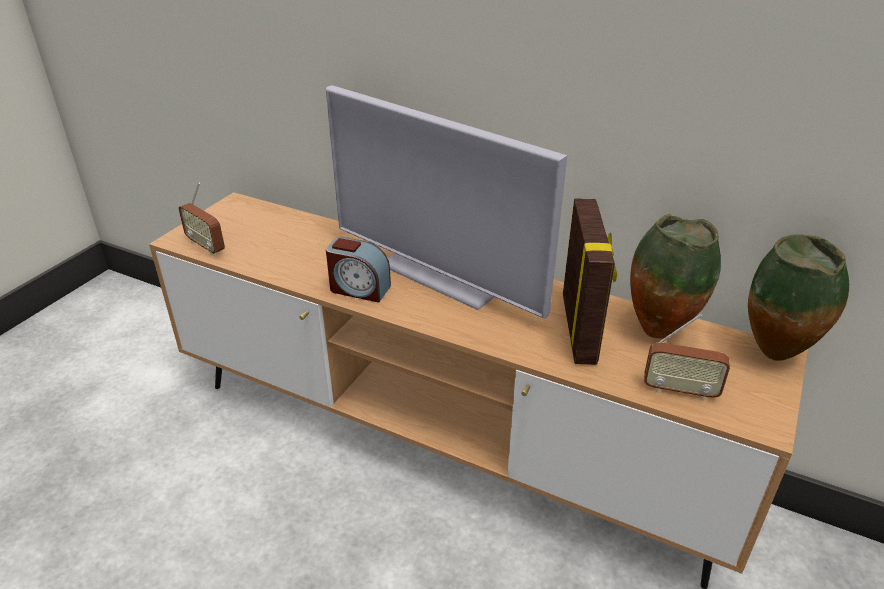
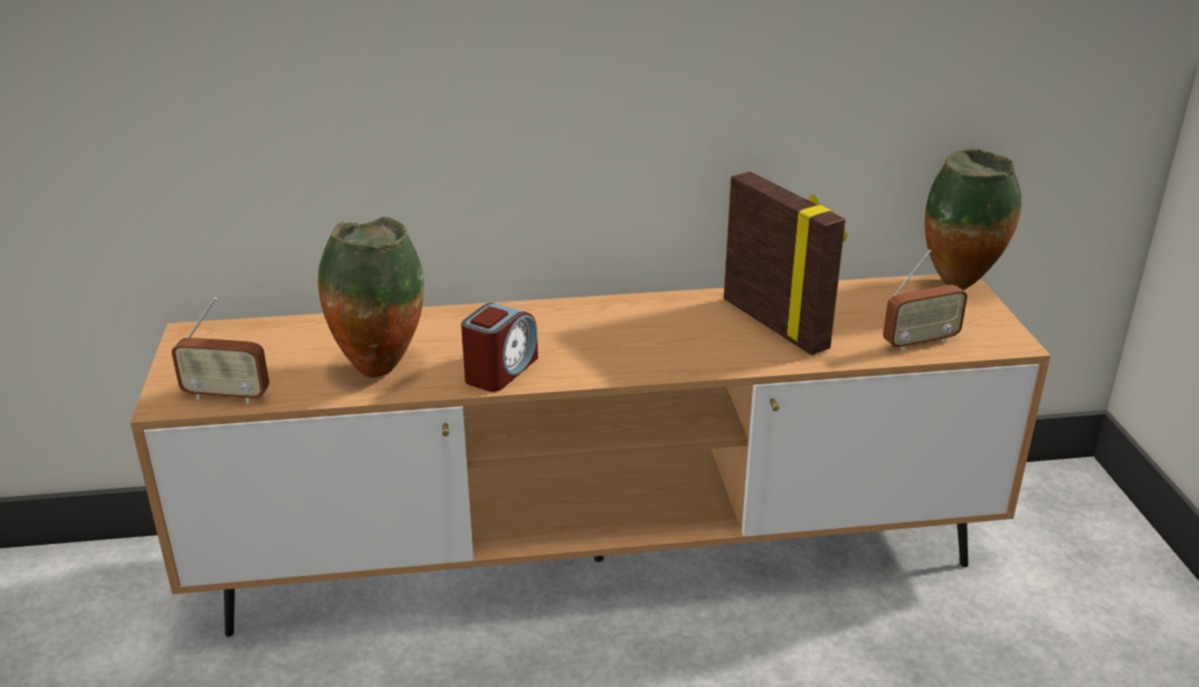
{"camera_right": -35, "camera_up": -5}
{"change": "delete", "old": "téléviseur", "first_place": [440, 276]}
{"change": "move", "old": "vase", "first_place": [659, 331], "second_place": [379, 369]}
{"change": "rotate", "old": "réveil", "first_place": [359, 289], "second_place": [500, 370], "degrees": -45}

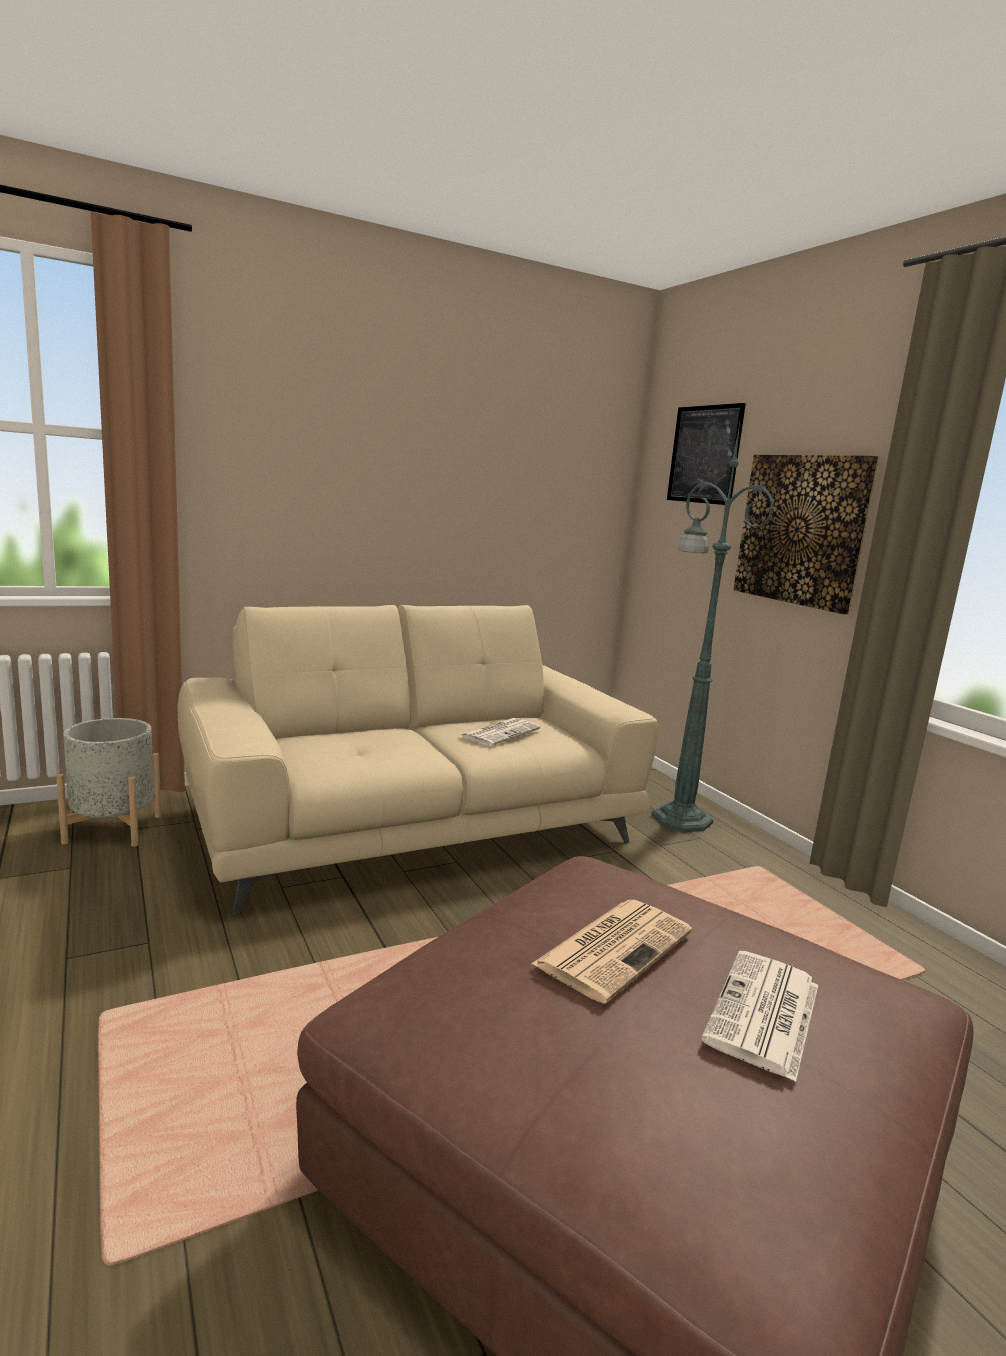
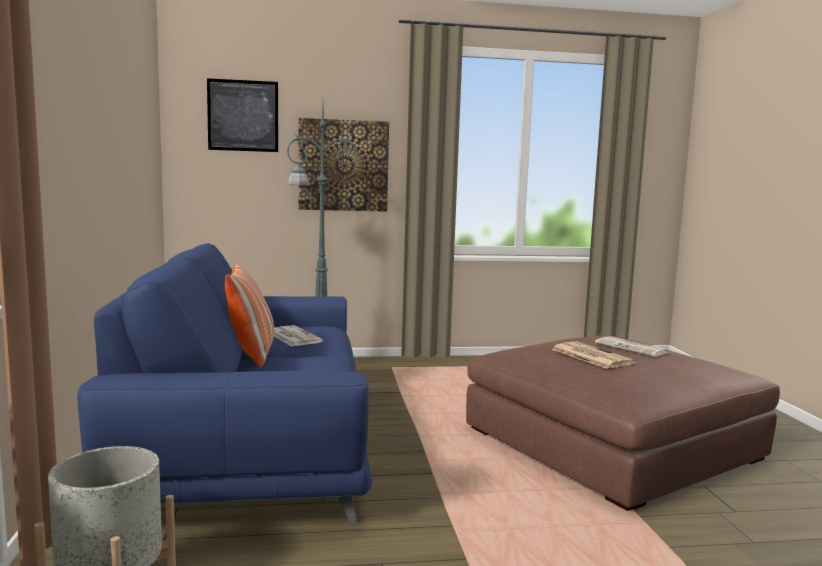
{"camera_right": -70, "camera_up": -5}
{"change": "recolor", "old": "canapé [beige]", "new": "canapé [bleu]", "first_place": [414, 824], "second_place": [252, 441]}
{"change": "insert", "new": "coussin", "second_place": [251, 355]}

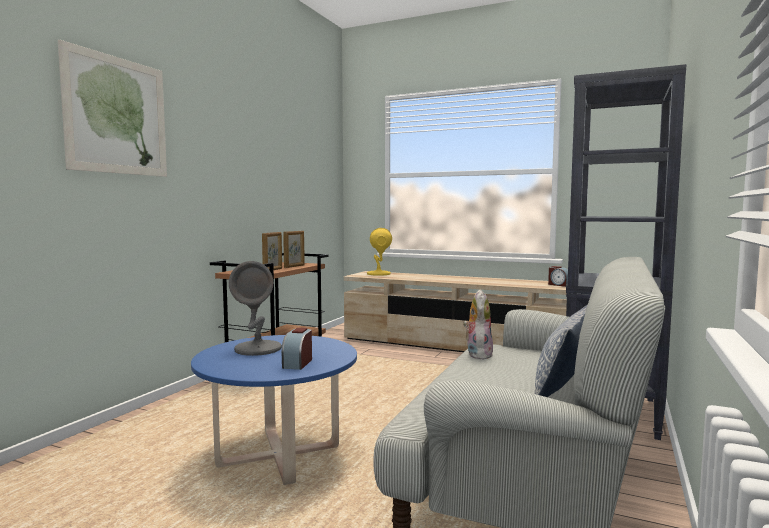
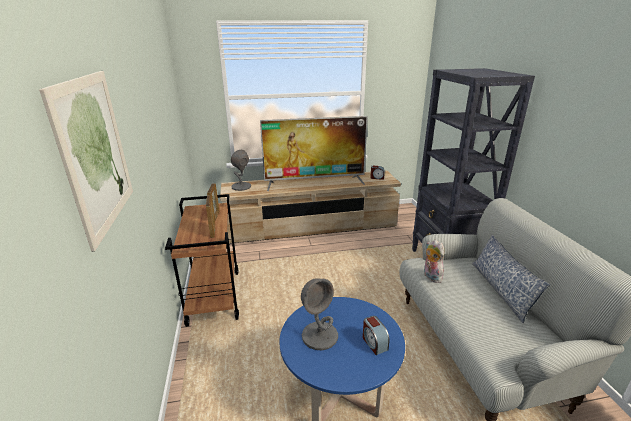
{"camera_right": -35, "camera_up": 20}
{"change": "recolor", "old": "lampe de table [jaune]", "new": "lampe de table [gris]", "first_place": [378, 274], "second_place": [241, 187]}
{"change": "insert", "new": "téléviseur", "second_place": [315, 183]}

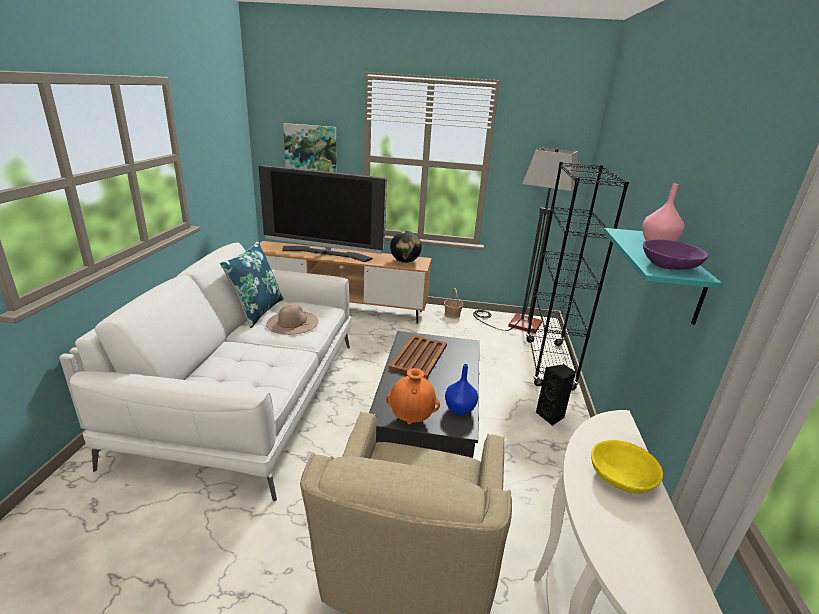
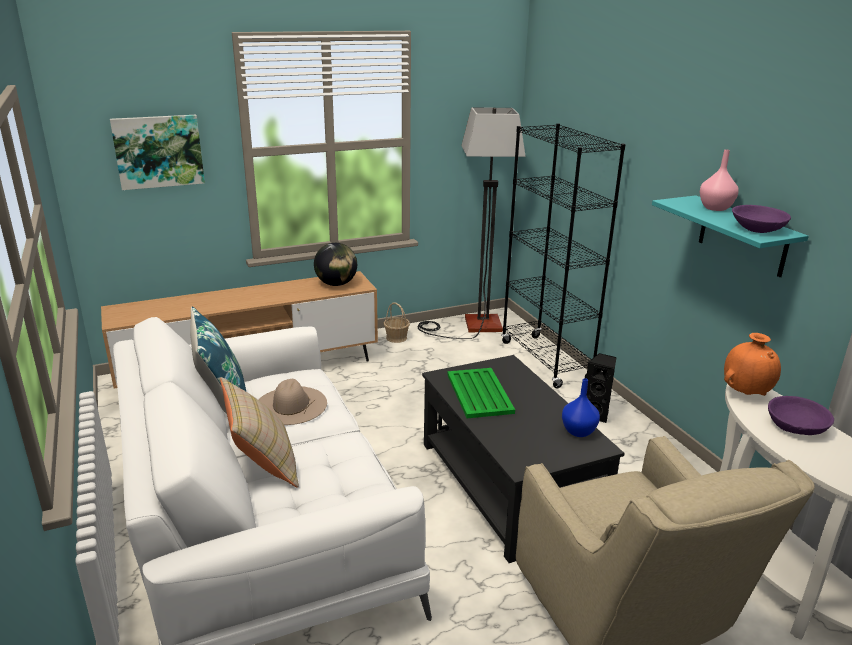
{"camera_right": -30, "camera_up": 0}
{"change": "delete", "old": "téléviseur", "first_place": [326, 253]}
{"change": "recolor", "old": "plateau [marron]", "new": "plateau [vert]", "first_place": [419, 356], "second_place": [479, 393]}
{"change": "move", "old": "vase [orange]", "first_place": [411, 419], "second_place": [746, 393]}
{"change": "recolor", "old": "bol [jaune]", "new": "bol [violet]", "first_place": [621, 477], "second_place": [796, 426]}
{"change": "insert", "new": "coussin [beige]", "second_place": [263, 465]}

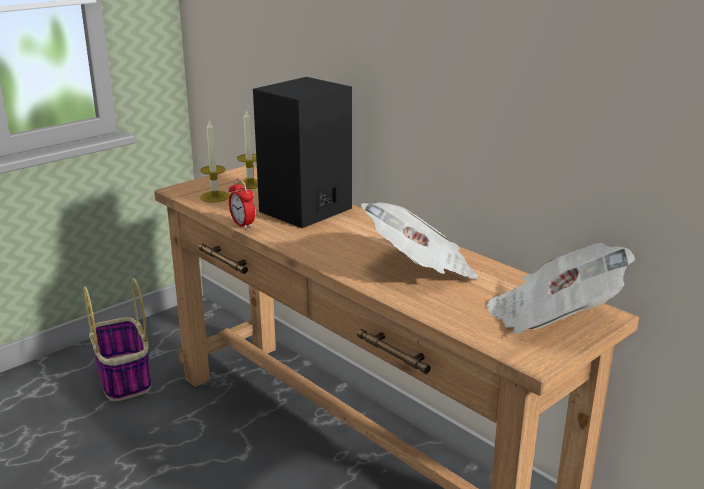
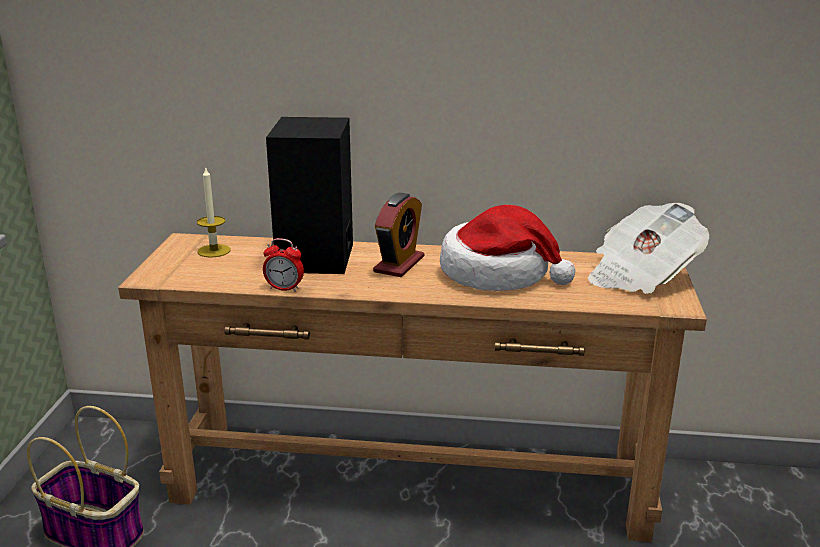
{"camera_right": -40, "camera_up": 0}
{"change": "delete", "old": "bougie", "first_place": [215, 197]}
{"change": "replace", "old": "journal", "new": "chapeau", "first_place": [420, 268], "second_place": [498, 273]}
{"change": "insert", "new": "réveil", "second_place": [399, 264]}

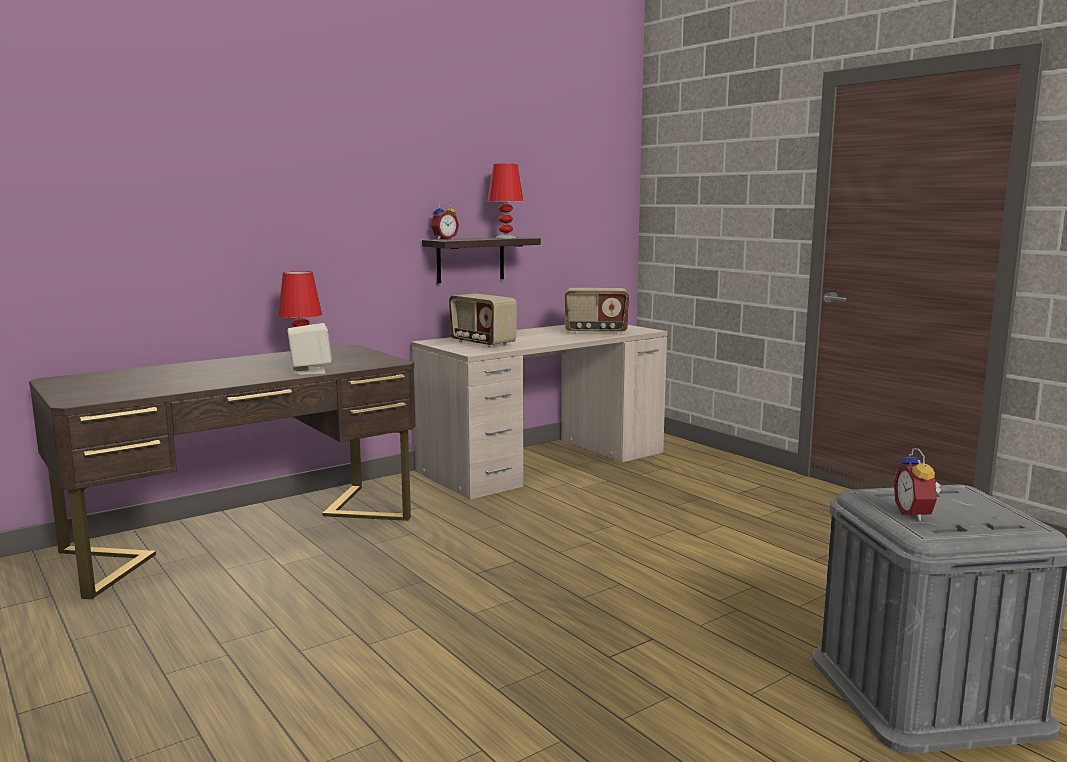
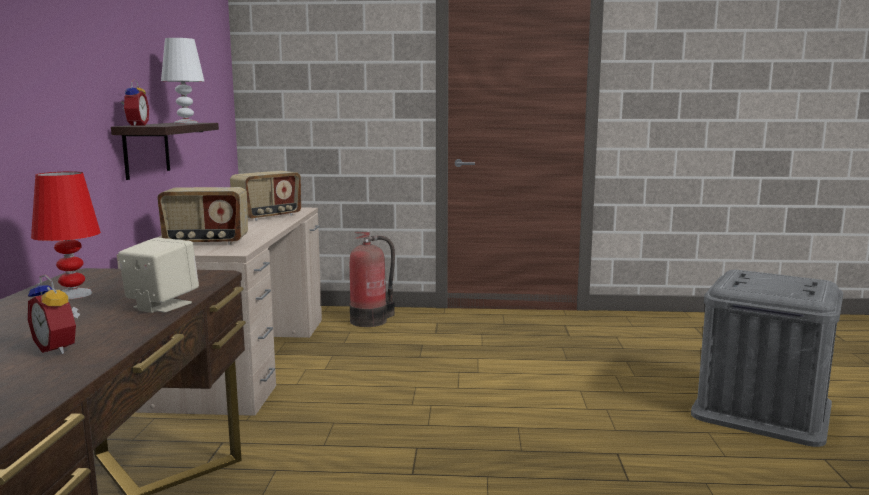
{"camera_right": -50, "camera_up": 0}
{"change": "recolor", "old": "lampe de table [rouge]", "new": "lampe de table [blanc]", "first_place": [505, 238], "second_place": [186, 123]}
{"change": "move", "old": "réveil", "first_place": [916, 514], "second_place": [59, 348]}
{"change": "insert", "new": "extincteur", "second_place": [371, 320]}

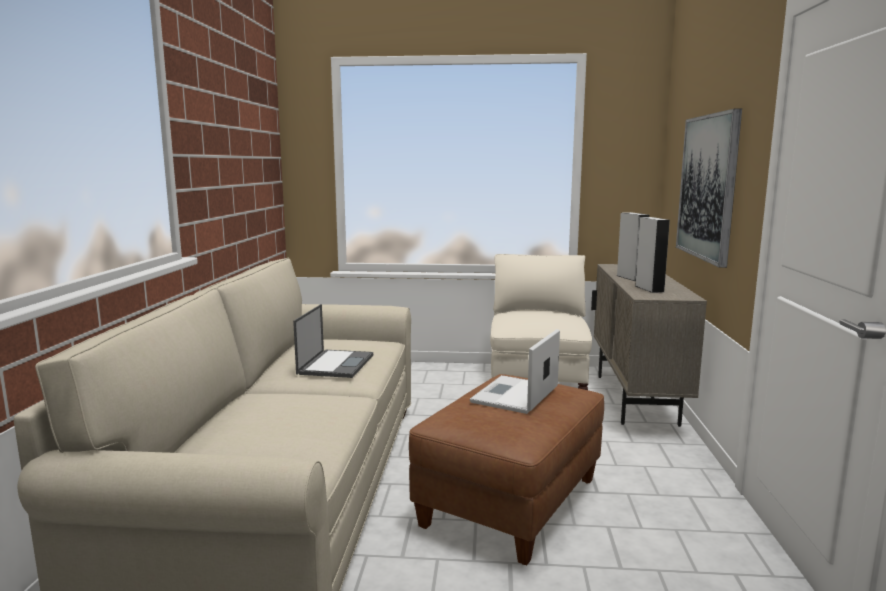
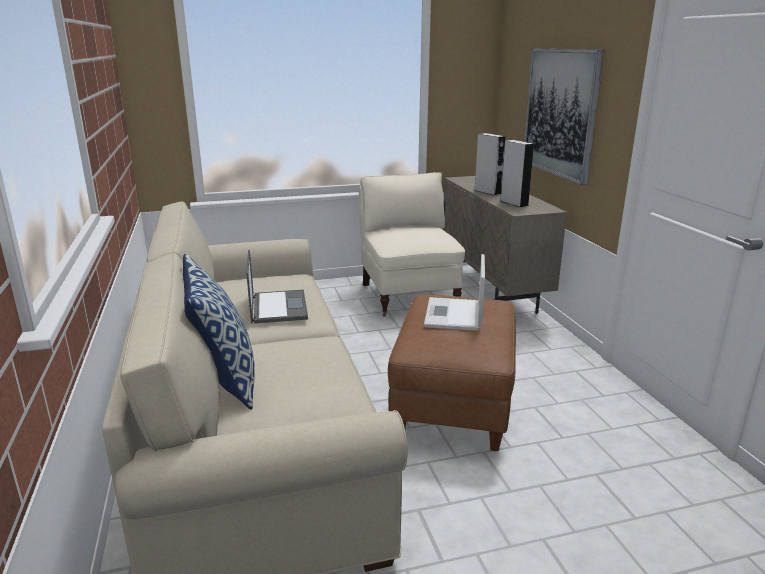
{"camera_right": -20, "camera_up": 10}
{"change": "insert", "new": "coussin", "second_place": [223, 380]}

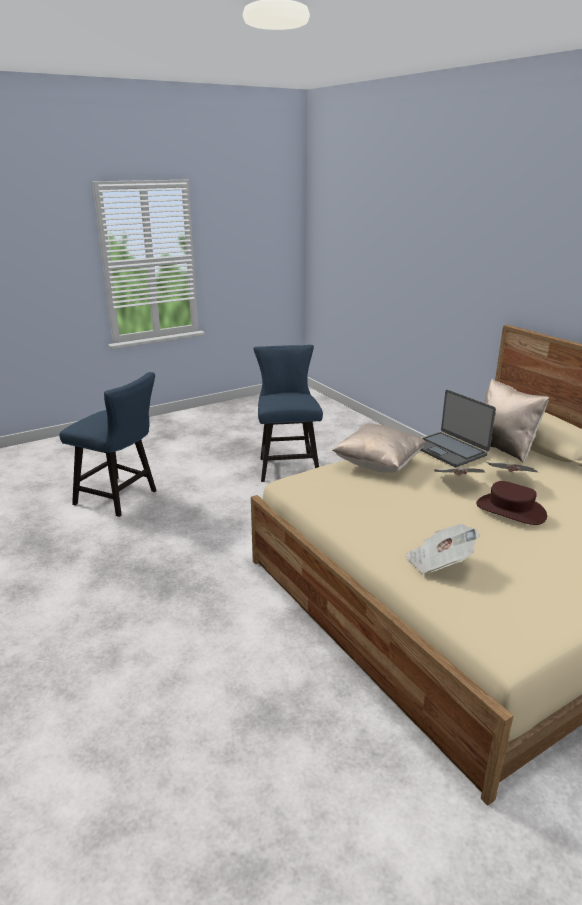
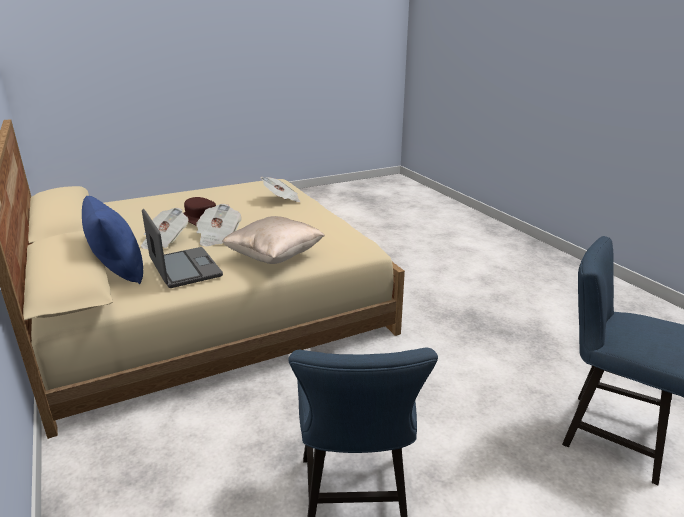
{"camera_right": -175, "camera_up": 0}
{"change": "recolor", "old": "coussin [beige]", "new": "coussin [bleu]", "first_place": [503, 447], "second_place": [118, 271]}

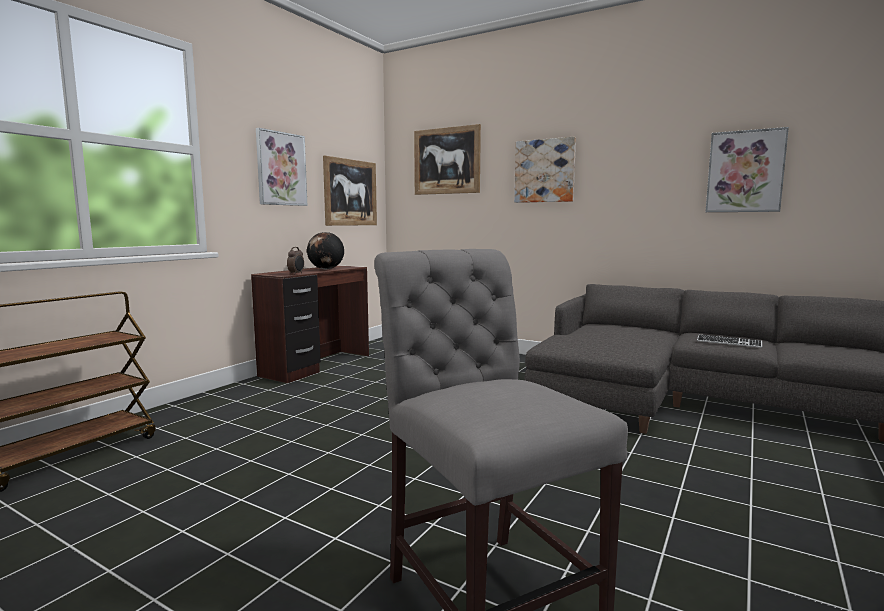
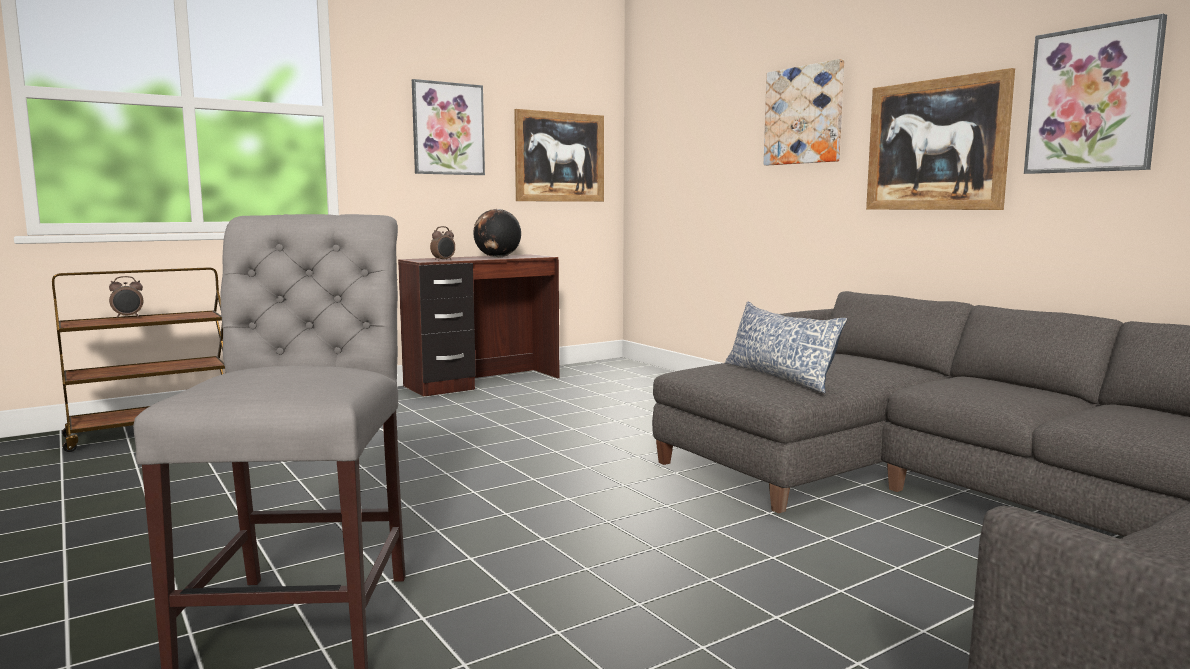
{"camera_right": 25, "camera_up": 0}
{"change": "move", "old": "tableau", "first_place": [446, 161], "second_place": [935, 145]}
{"change": "delete", "old": "clavier", "first_place": [728, 342]}
{"change": "insert", "new": "réveil", "second_place": [128, 317]}
{"change": "insert", "new": "coussin", "second_place": [779, 376]}

